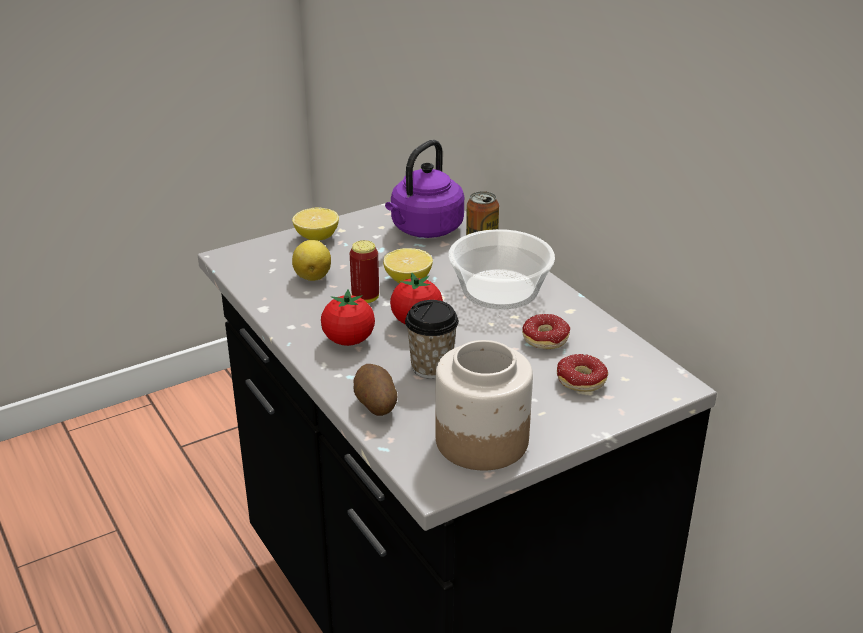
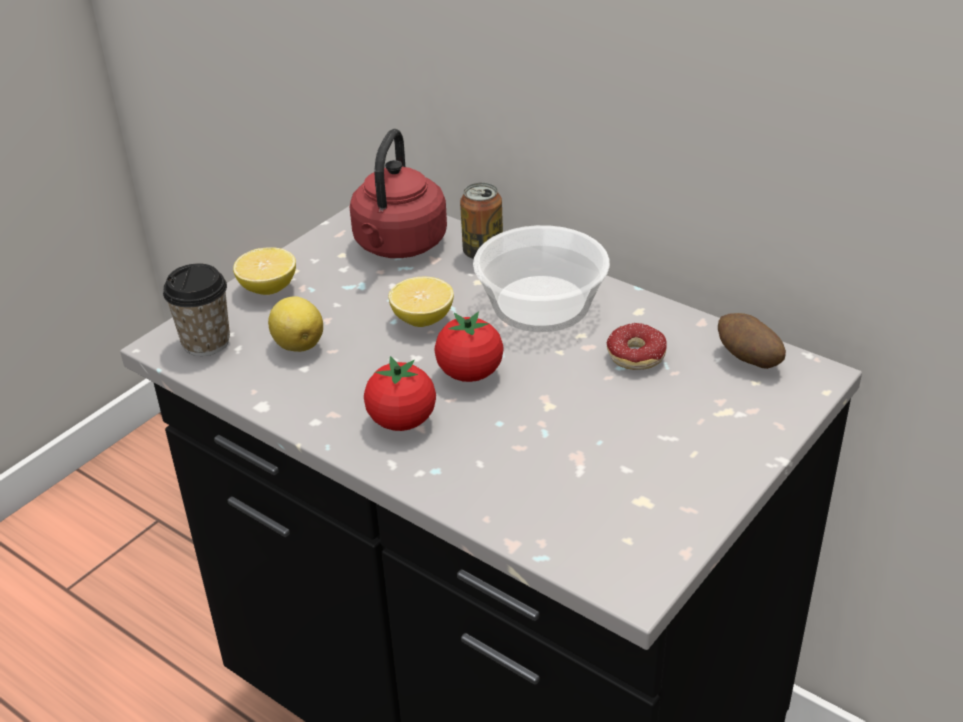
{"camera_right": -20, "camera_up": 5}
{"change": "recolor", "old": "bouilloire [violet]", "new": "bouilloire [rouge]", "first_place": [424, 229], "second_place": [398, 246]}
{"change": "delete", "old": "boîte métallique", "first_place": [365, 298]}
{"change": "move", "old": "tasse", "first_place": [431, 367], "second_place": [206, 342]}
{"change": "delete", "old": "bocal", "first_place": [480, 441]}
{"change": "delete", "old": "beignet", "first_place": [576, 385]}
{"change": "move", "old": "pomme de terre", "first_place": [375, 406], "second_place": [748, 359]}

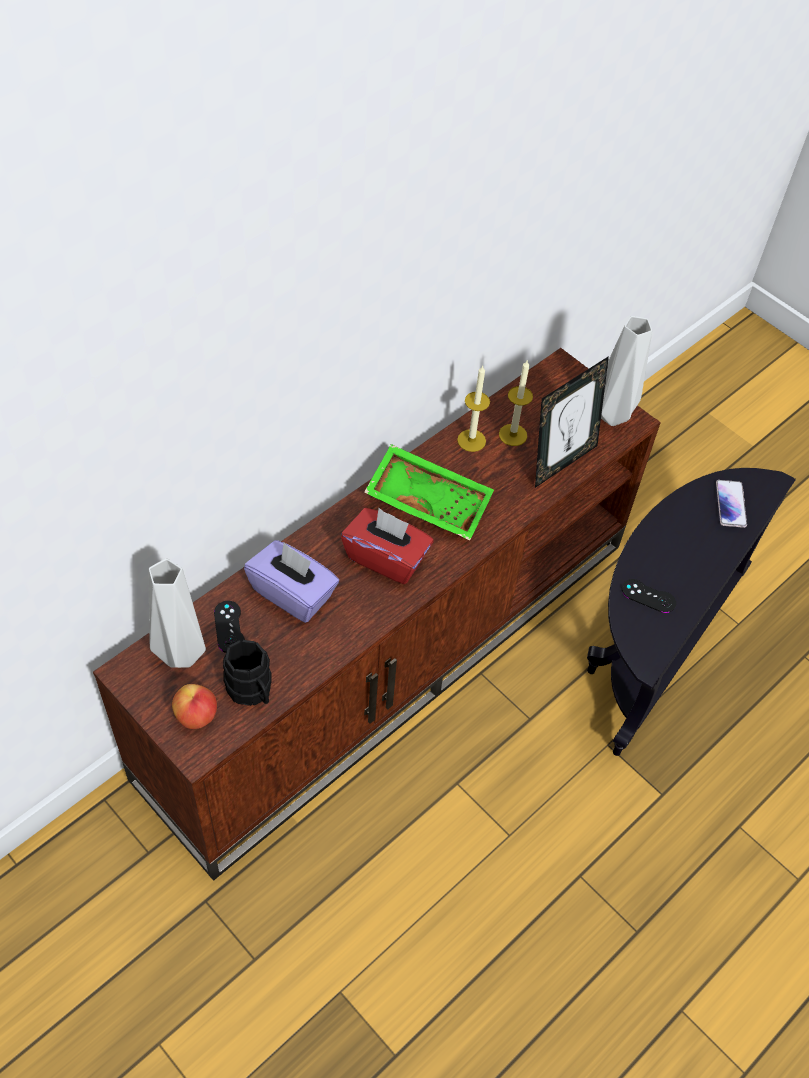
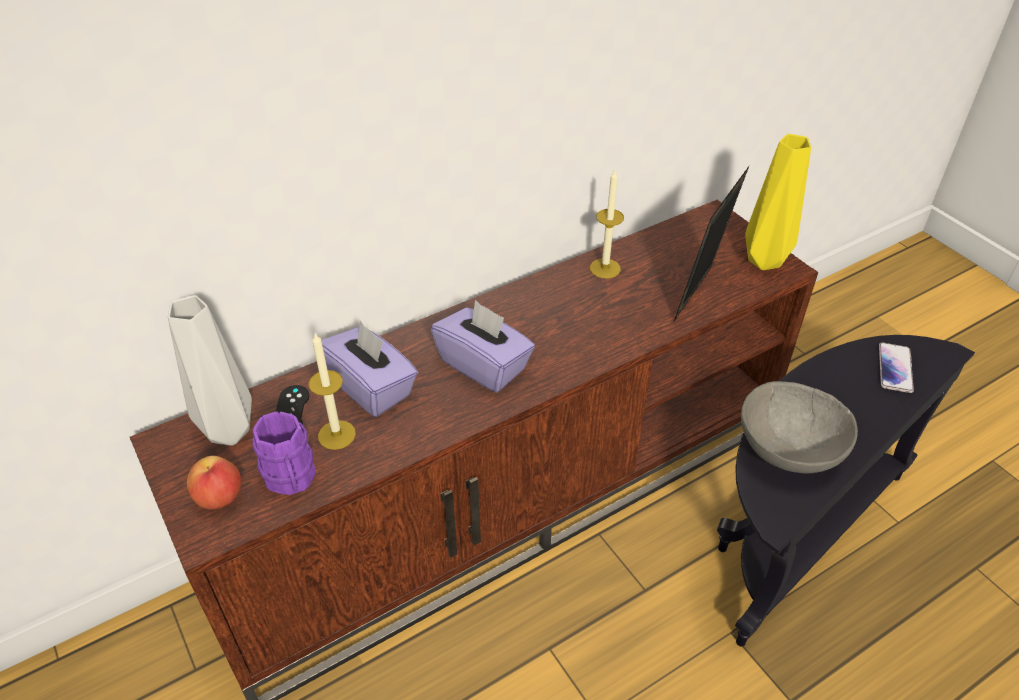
{"camera_right": 15, "camera_up": -10}
{"change": "recolor", "old": "vase [gris]", "new": "vase [jaune]", "first_place": [613, 413], "second_place": [765, 259]}
{"change": "rotate", "old": "cadre photo", "first_place": [561, 462], "second_place": [700, 297], "degrees": 150}
{"change": "move", "old": "bougie", "first_place": [513, 435], "second_place": [336, 435]}
{"change": "delete", "old": "plateau [vert]", "first_place": [429, 500]}
{"change": "recolor", "old": "boîte à mouchoirs [rouge]", "new": "boîte à mouchoirs [violet]", "first_place": [386, 558], "second_place": [484, 365]}
{"change": "replace", "old": "manette [noir]", "new": "bol [gris]", "first_place": [648, 596], "second_place": [786, 450]}
{"change": "recolor", "old": "mug [noir]", "new": "mug [violet]", "first_place": [252, 691], "second_place": [291, 480]}

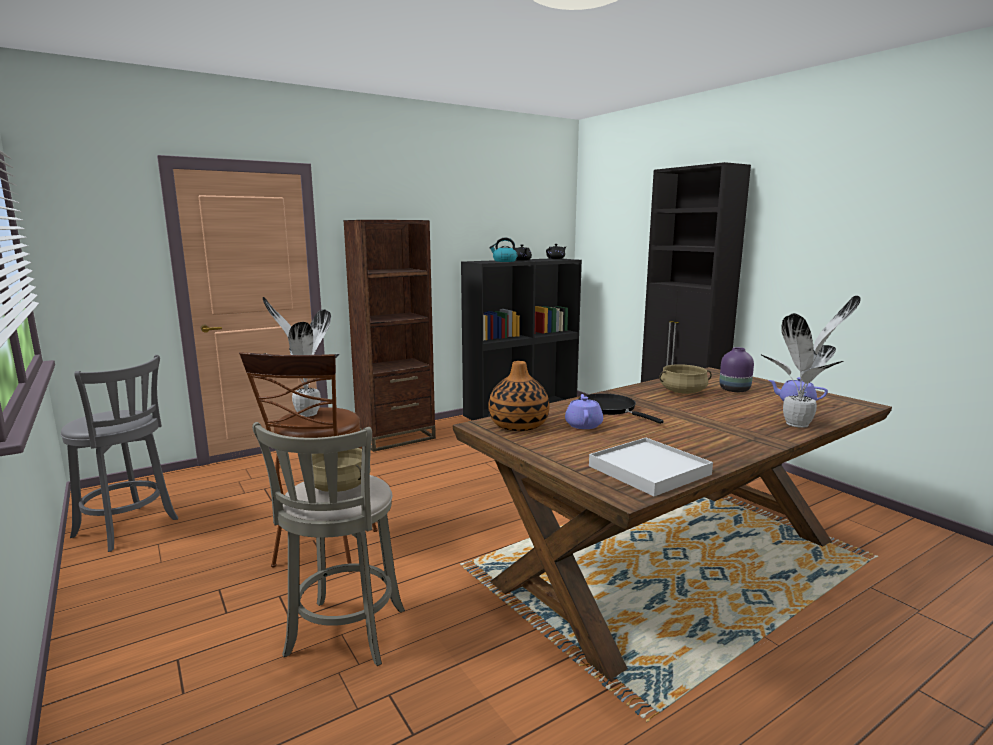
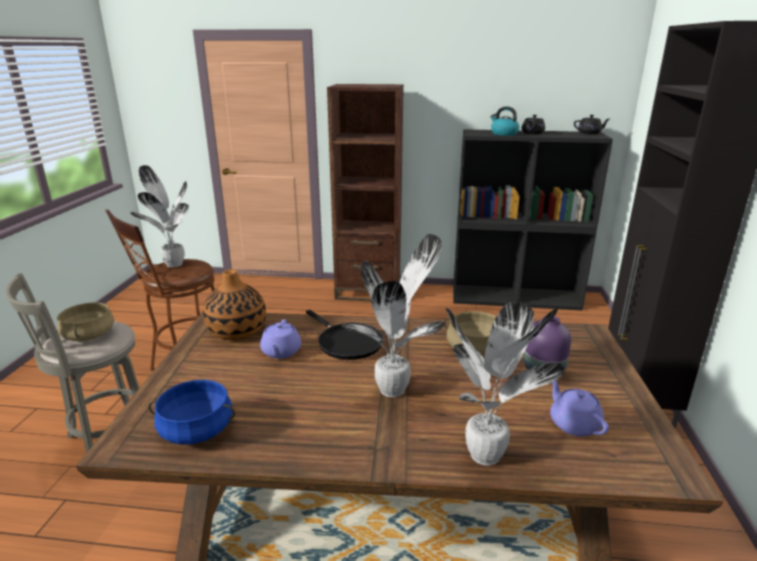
{"camera_right": 40, "camera_up": 10}
{"change": "delete", "old": "tabouret [gris]", "first_place": [129, 529]}
{"change": "rotate", "old": "poêle [noir]", "first_place": [610, 409], "second_place": [347, 343], "degrees": 135}
{"change": "rotate", "old": "théière [violet]", "first_place": [583, 425], "second_place": [281, 352], "degrees": 135}
{"change": "replace", "old": "plateau [blanc]", "new": "marmite [bleu]", "first_place": [649, 470], "second_place": [196, 430]}
{"change": "insert", "new": "plante en pot", "second_place": [395, 389]}

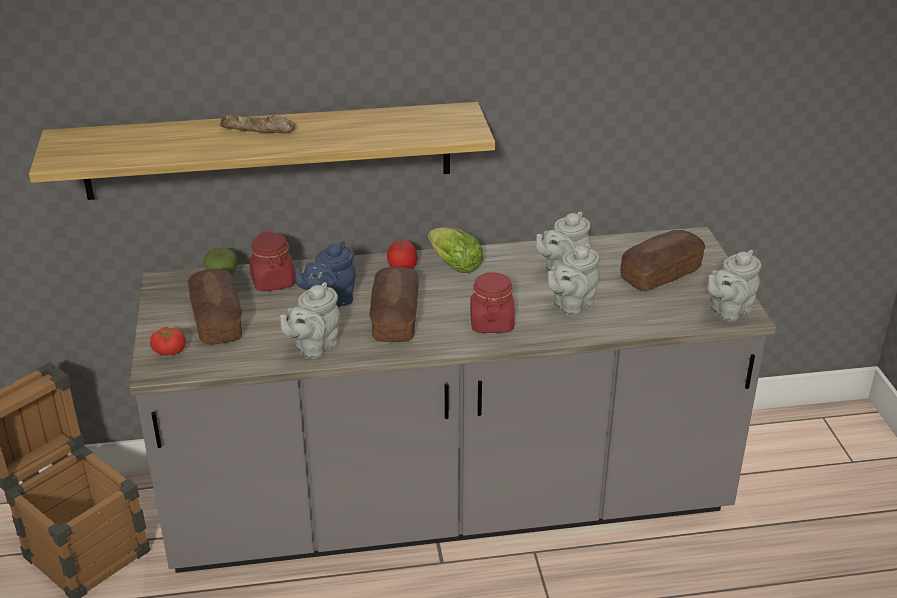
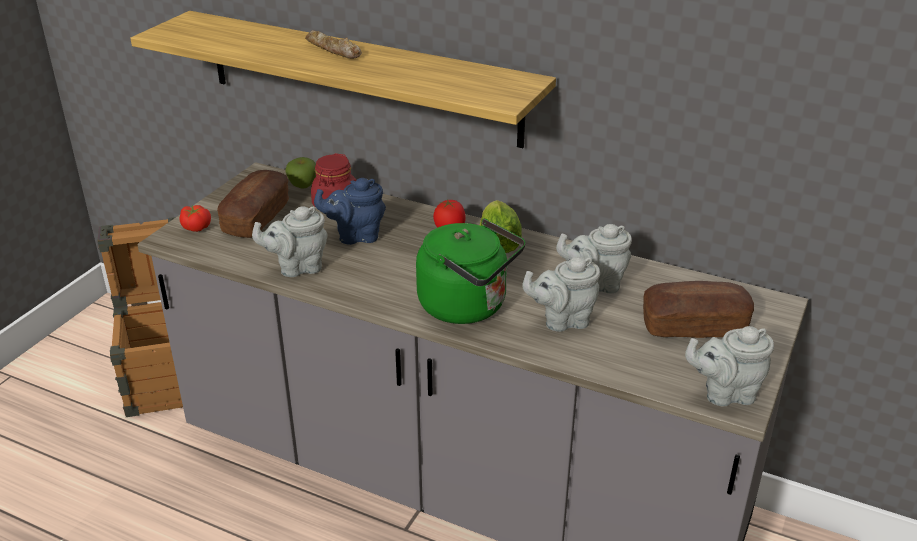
{"camera_right": 35, "camera_up": 0}
{"change": "delete", "old": "pain", "first_place": [395, 319]}
{"change": "replace", "old": "bocal [rouge]", "new": "bouilloire [vert]", "first_place": [491, 323], "second_place": [468, 306]}

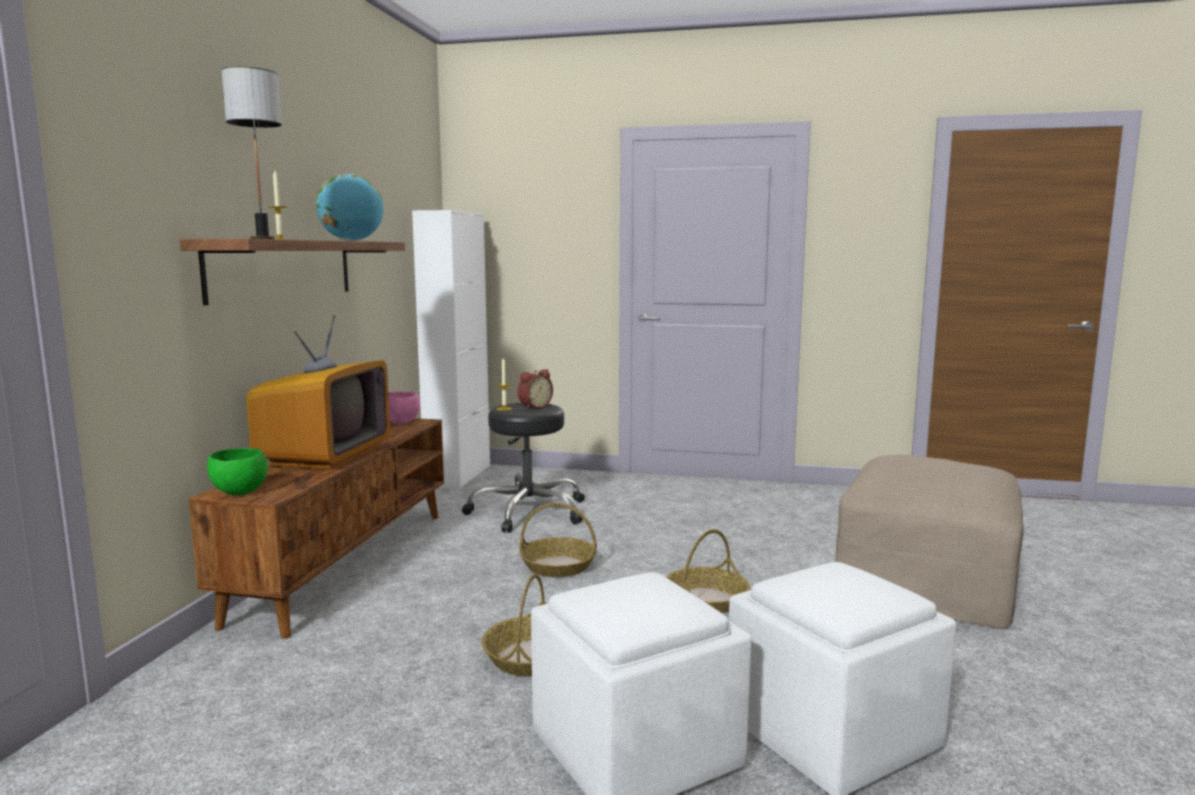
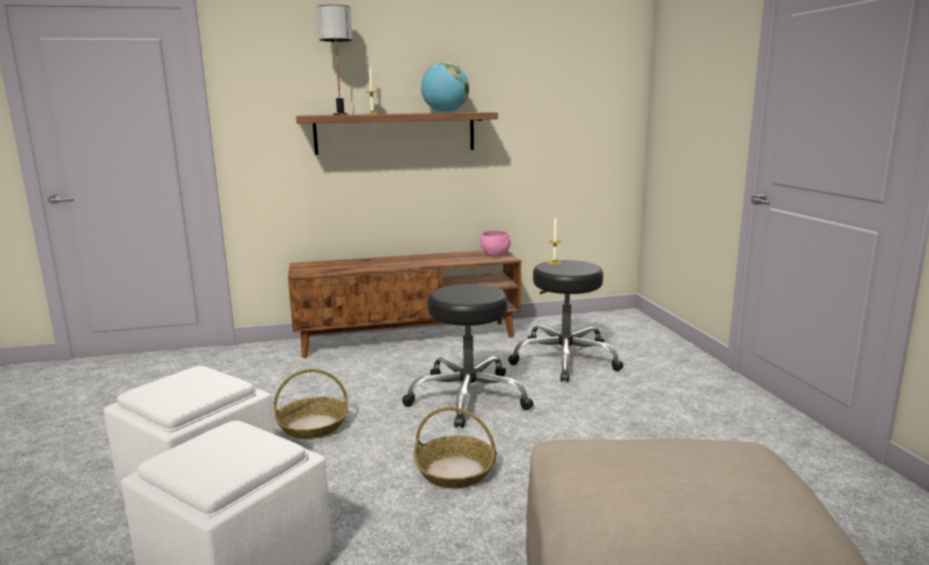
{"camera_right": 65, "camera_up": 5}
{"change": "delete", "old": "meuble de rangement [blanc]", "first_place": [458, 476]}
{"change": "delete", "old": "téléviseur", "first_place": [325, 455]}
{"change": "delete", "old": "réveil", "first_place": [534, 407]}
{"change": "delete", "old": "bol [vert]", "first_place": [240, 492]}
{"change": "replace", "old": "panier", "new": "tabouret [noir]", "first_place": [558, 566], "second_place": [467, 397]}

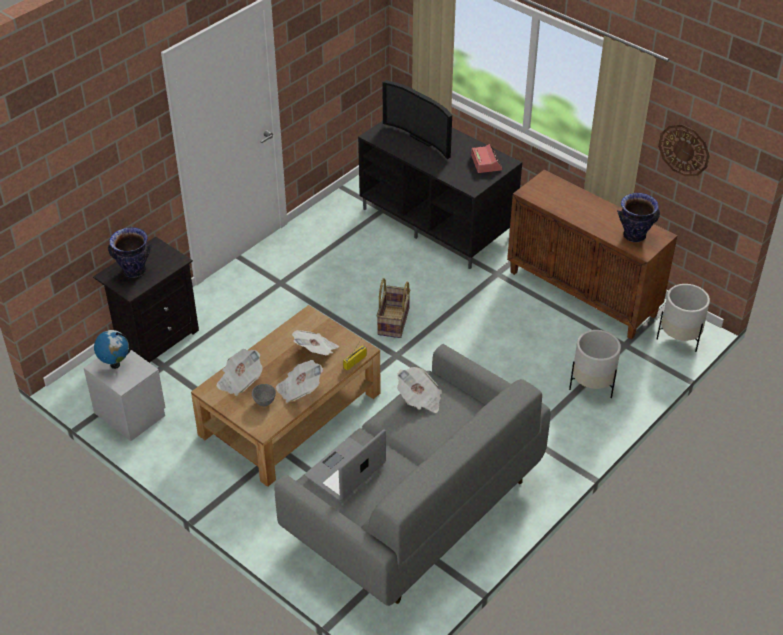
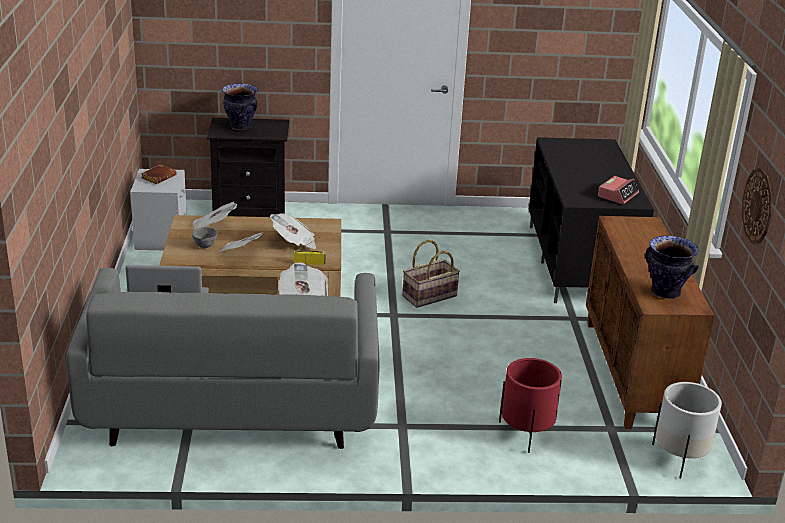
{"camera_right": 45, "camera_up": -15}
{"change": "delete", "old": "téléviseur", "first_place": [424, 137]}
{"change": "replace", "old": "globe", "new": "livre [marron]", "first_place": [115, 364], "second_place": [158, 177]}
{"change": "recolor", "old": "cache-pot [blanc]", "new": "cache-pot [rouge]", "first_place": [592, 385], "second_place": [526, 433]}

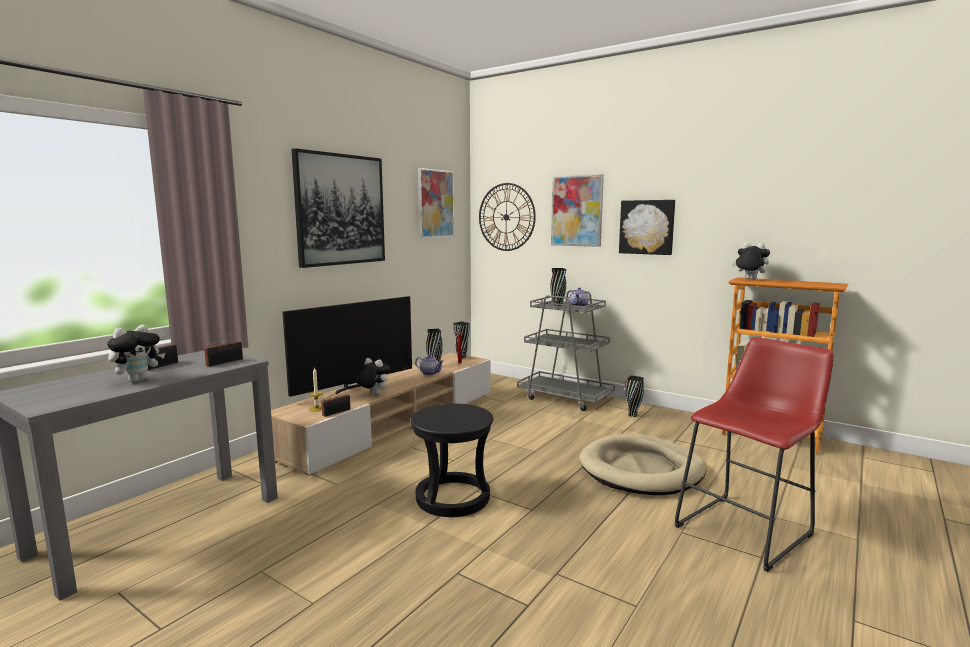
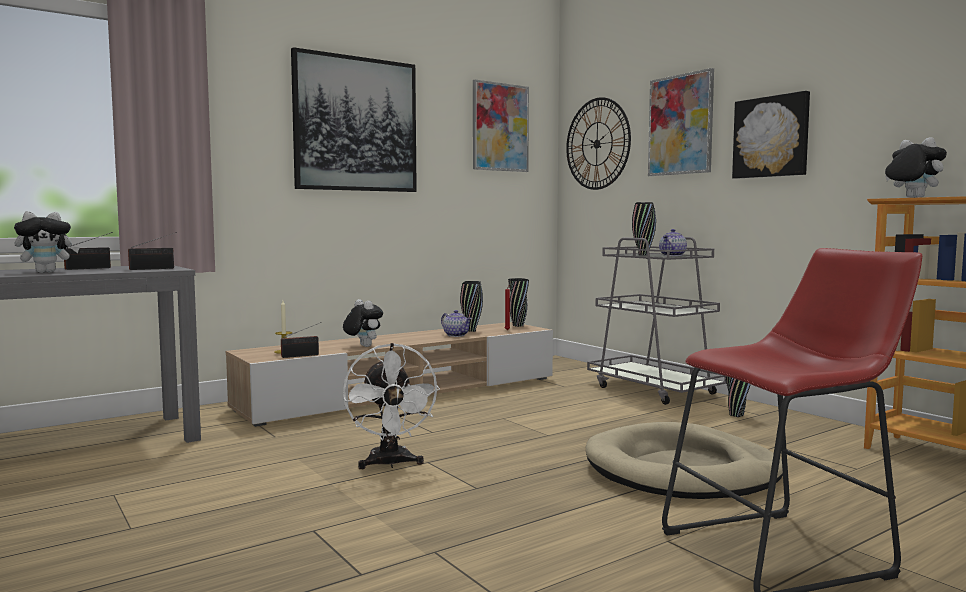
{"camera_right": 20, "camera_up": -5}
{"change": "delete", "old": "téléviseur", "first_place": [354, 387]}
{"change": "replace", "old": "tabouret [noir]", "new": "ventilateur [blanc]", "first_place": [452, 497], "second_place": [390, 464]}

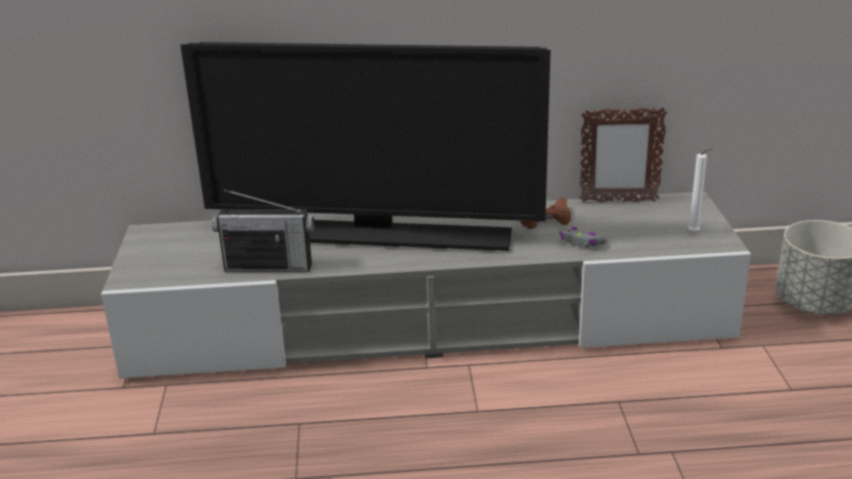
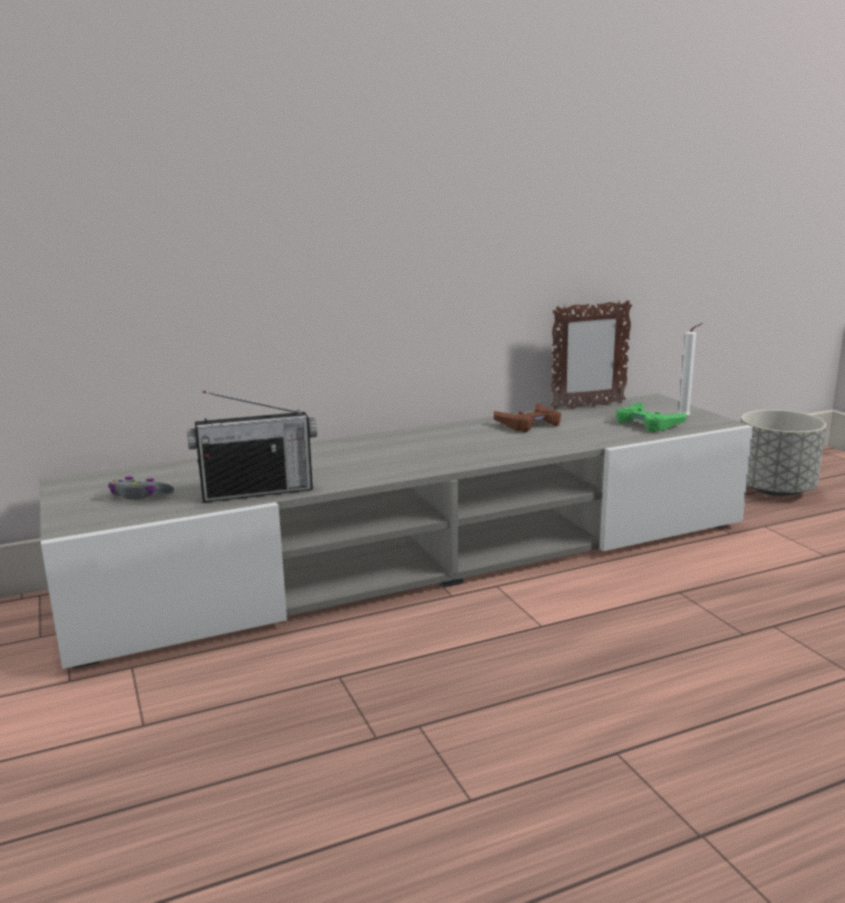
{"camera_right": -20, "camera_up": -10}
{"change": "delete", "old": "téléviseur", "first_place": [376, 235]}
{"change": "move", "old": "manette [gris]", "first_place": [581, 243], "second_place": [140, 496]}
{"change": "insert", "new": "manette [vert]", "second_place": [647, 423]}

